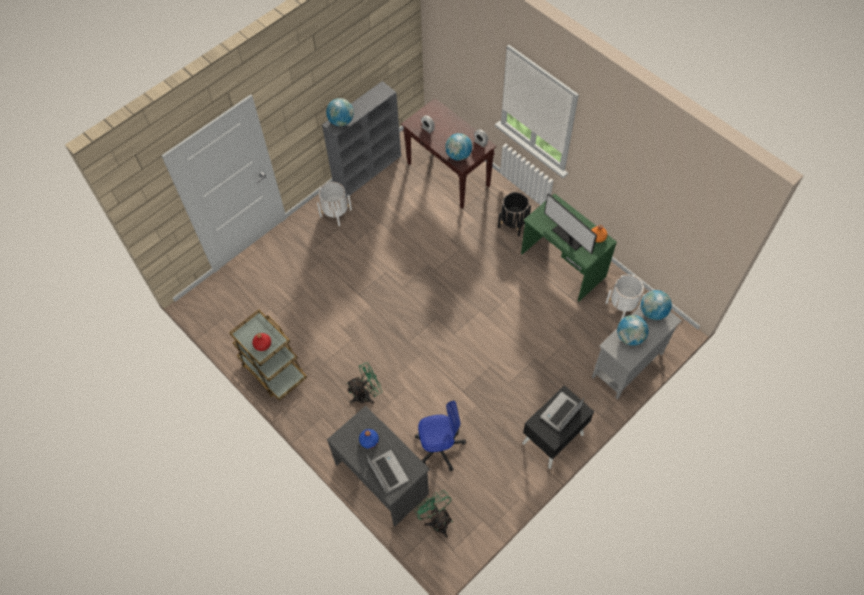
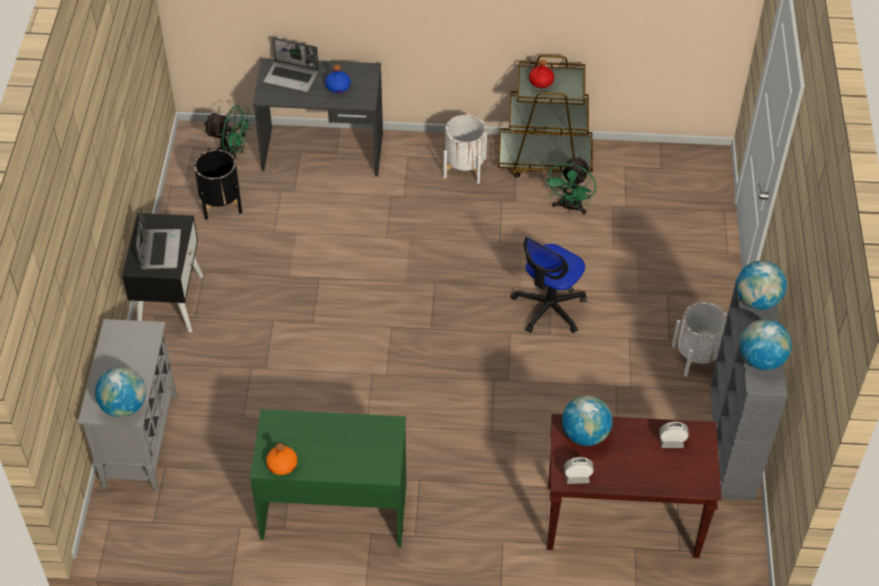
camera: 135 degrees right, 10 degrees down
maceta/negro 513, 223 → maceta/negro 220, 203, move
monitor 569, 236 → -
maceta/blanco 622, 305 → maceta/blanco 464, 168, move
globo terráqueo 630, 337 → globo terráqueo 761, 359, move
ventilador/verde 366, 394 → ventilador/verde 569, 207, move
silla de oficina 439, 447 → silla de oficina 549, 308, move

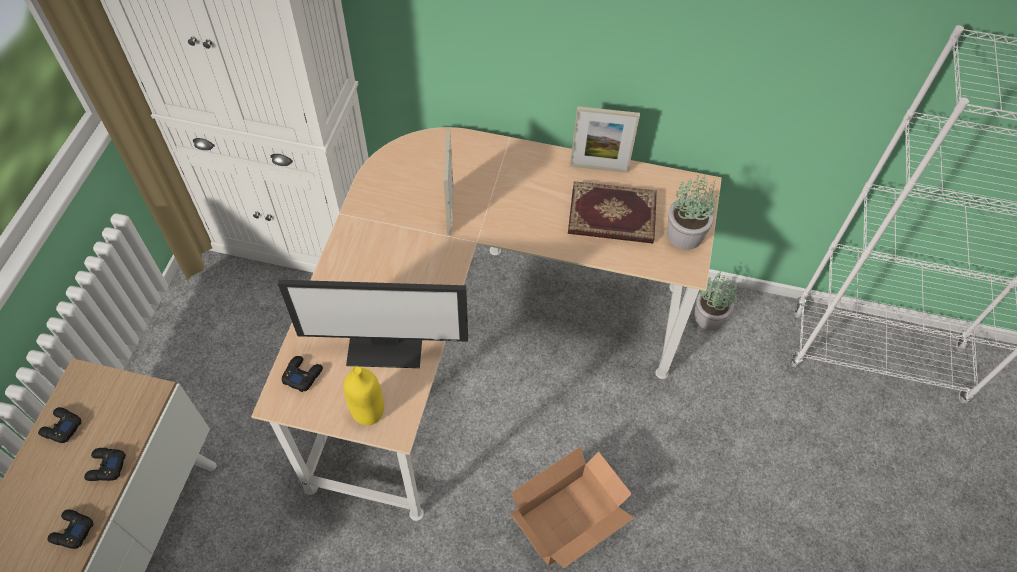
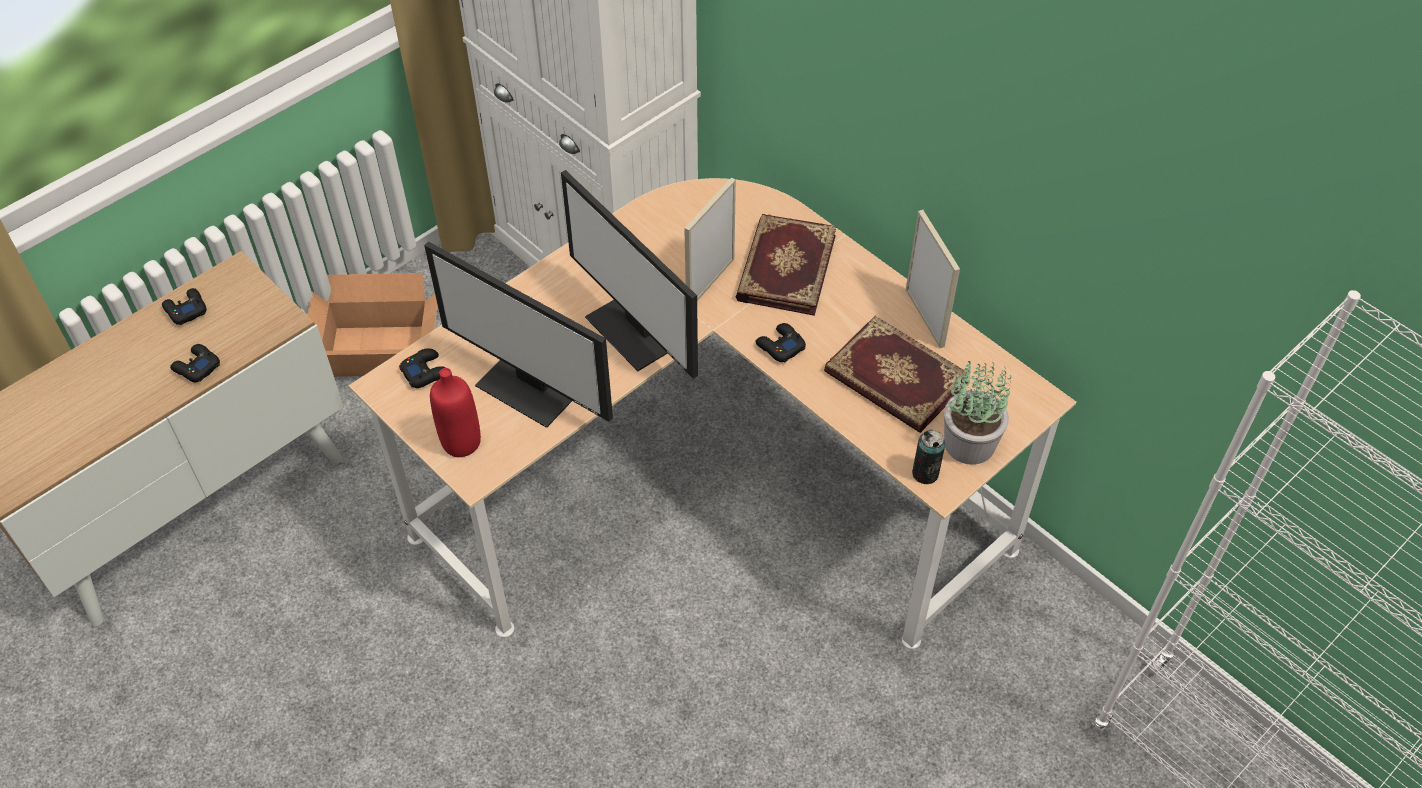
camera: 35 degrees right, 5 degrees down
portarretratos 599, 168 → portarretratos 924, 318, 150 degrees counterclockwise
planta en maceta 709, 317 → -
botella/amarillo 368, 412 → botella/rojo 461, 442
caja de cartón 569, 521 → caja de cartón 382, 354, move
mando de consola/negro 72, 531 → mando de consola/negro 780, 346, move
- → monitor 635, 331
- → libro 784, 267
- → lata 925, 473

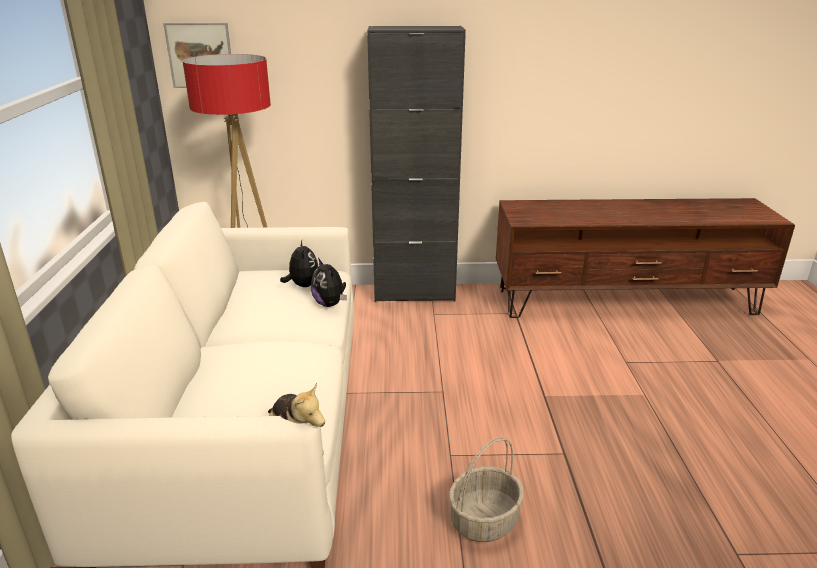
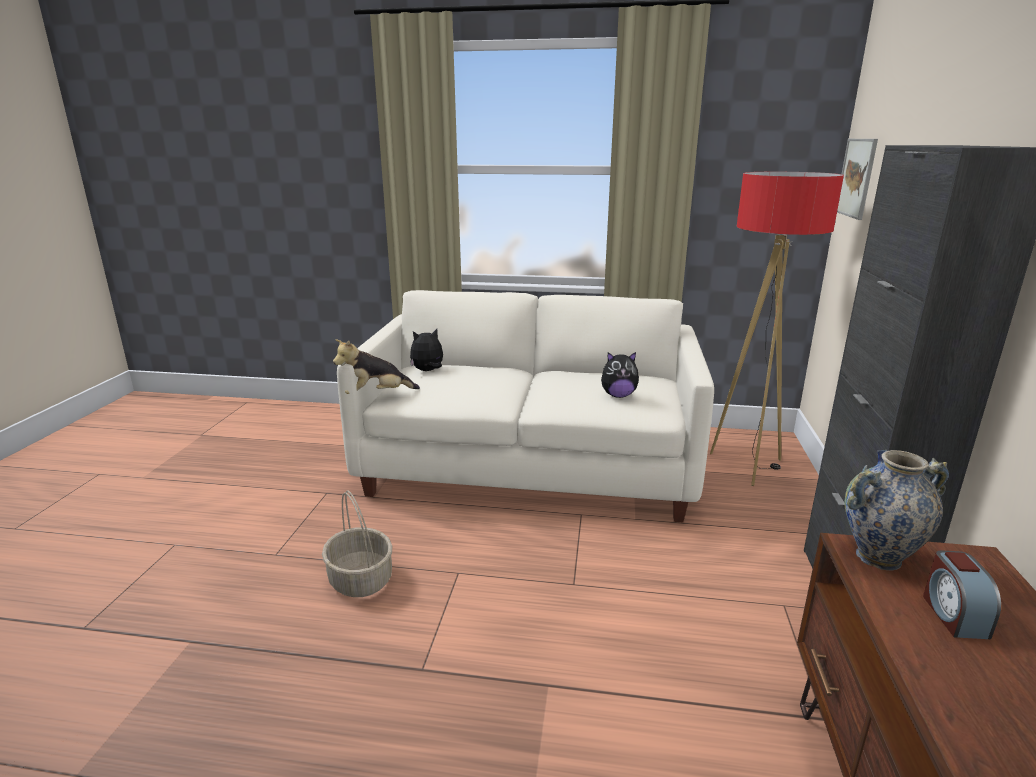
camera: 100 degrees right, 5 degrees down
peluche 330, 304 → peluche 428, 371, move
- → florero 878, 557
- → despertador 953, 615

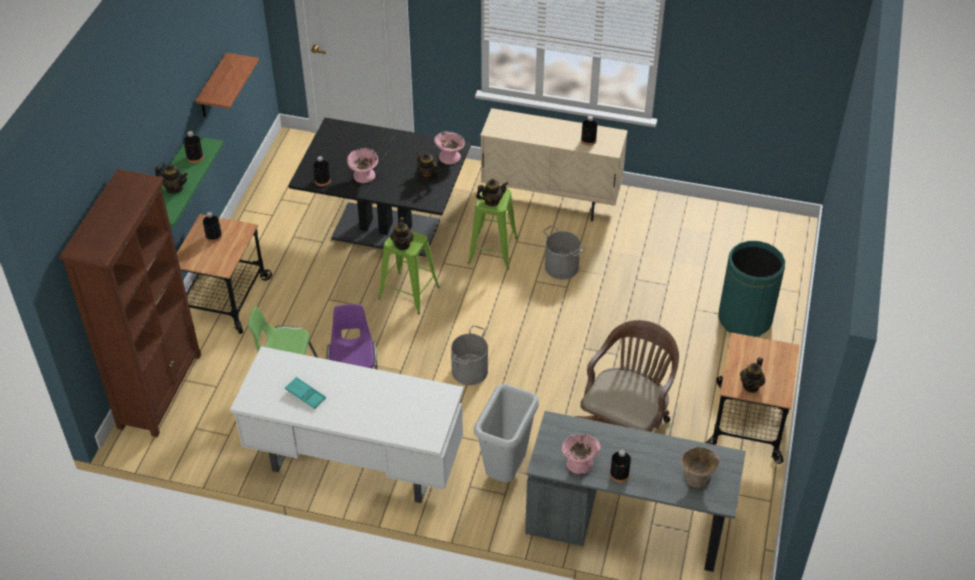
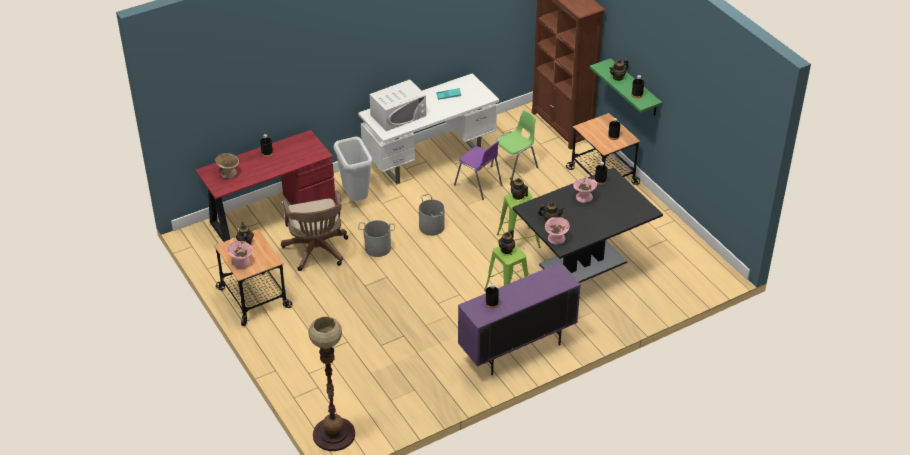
camera: 135 degrees right, 5 degrees down
estante 213, 87 → -
armario/beis 551, 201 → armario/morado 517, 350
cubo/gris 561, 267 → cubo/gris 377, 247, move
papelera/verde 744, 319 → -
escritorio/gris 628, 525 → escritorio/rojo 270, 214
cuenco/rosa 579, 463 → cuenco/rosa 241, 262, move
- → microondas/blanco 398, 115
- → lámpara de pie 333, 434

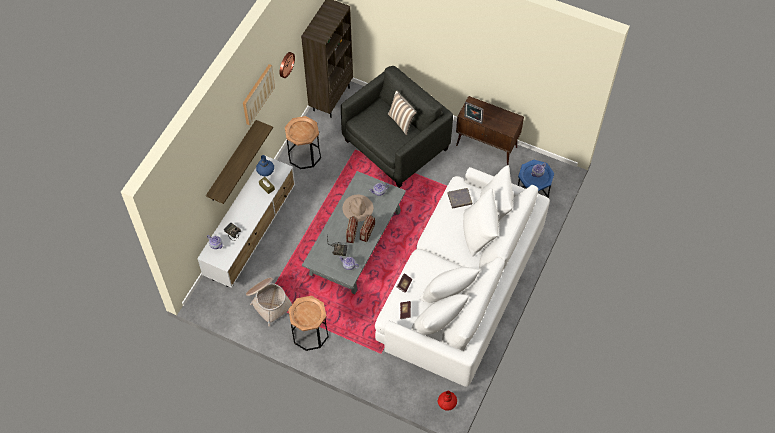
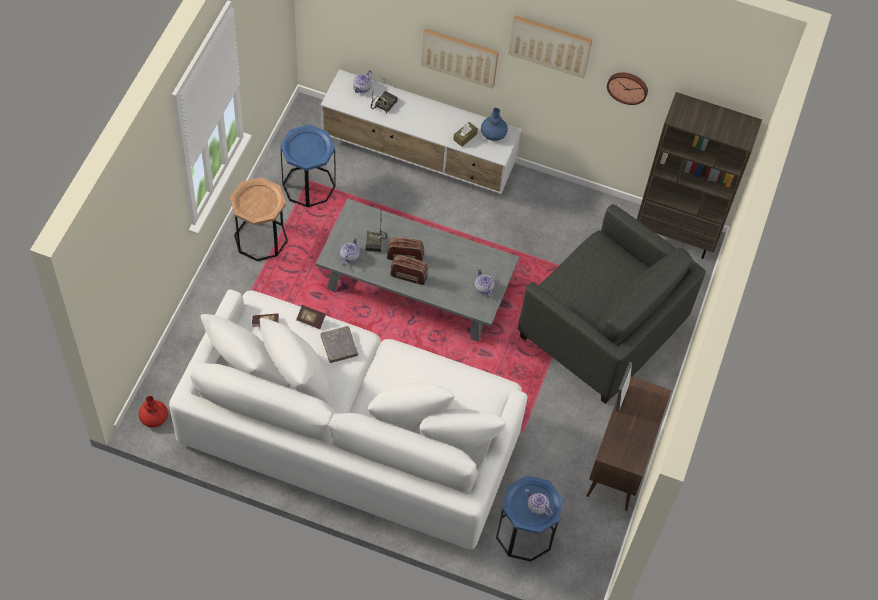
camera: 80 degrees right, 0 degrees up
cojín 401, 122 → -
mesa auxiliar/marrón 304, 155 → -
estante 232, 162 → cuadro 460, 57
libro/gris 459, 199 → libro/gris 339, 346, move
sombrero/beis 358, 208 → -
cesta 269, 302 → mesa auxiliar/azul 309, 186

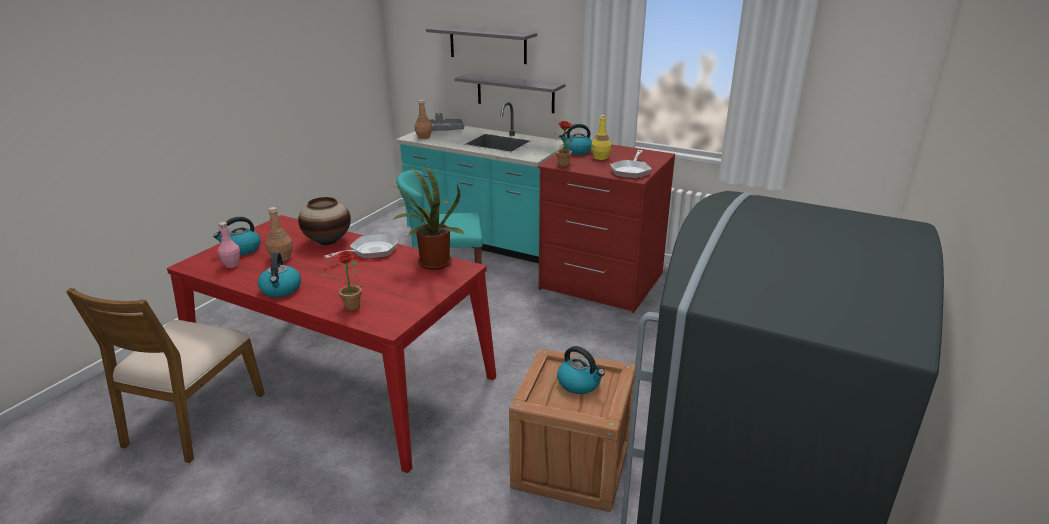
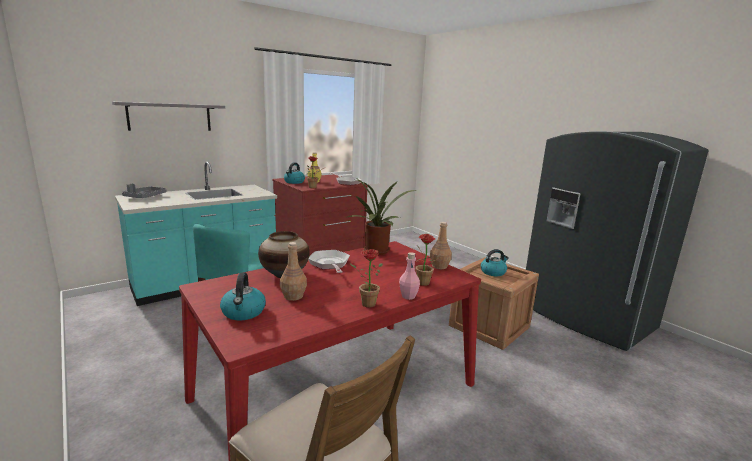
camera: 65 degrees left, 10 degrees down
estante/gris 515, 93 → -
botella/marrón 423, 137 → botella/marrón 439, 266, move
botella/rosa 231, 265 → botella/rosa 408, 296, move
hervidor 281, 289 → planta en maceta 365, 304

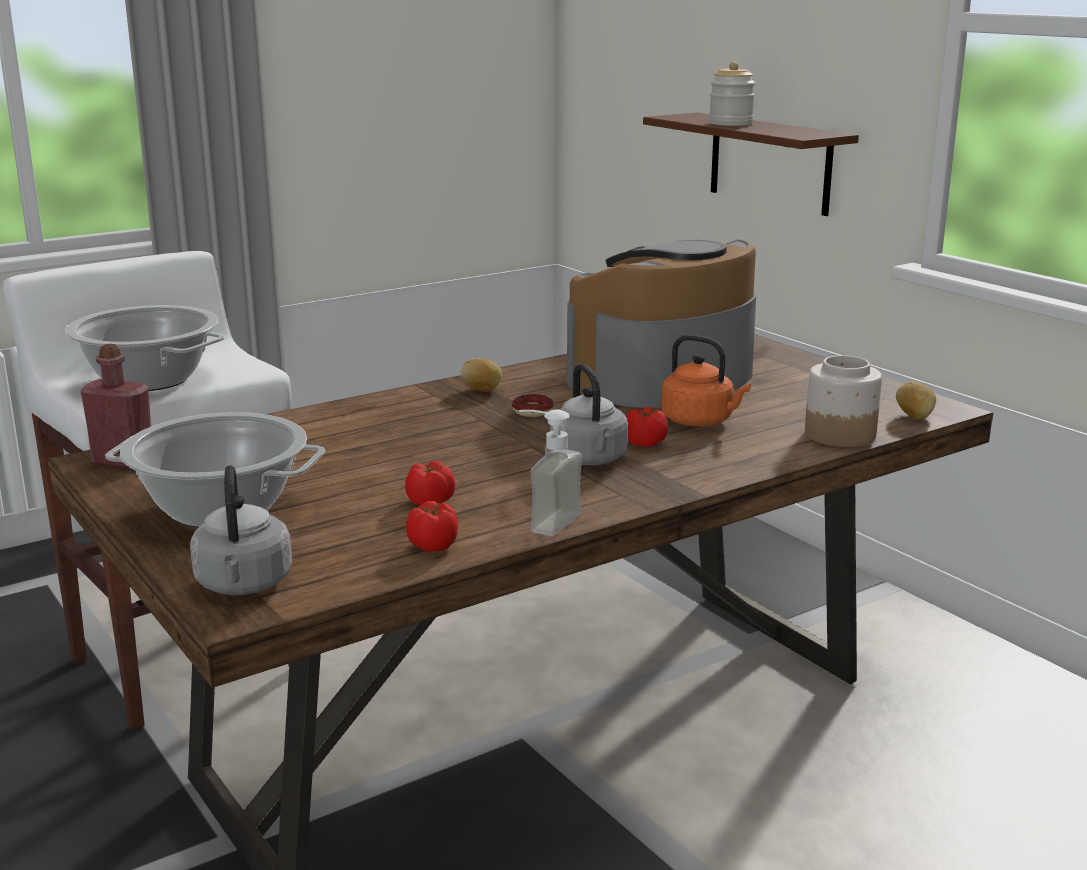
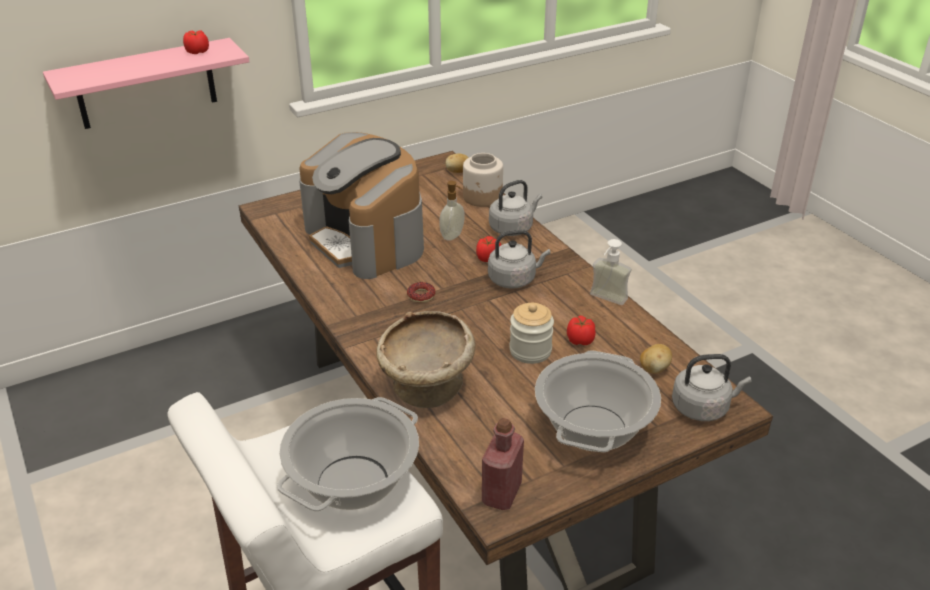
camera: 85 degrees left, 15 degrees up
tarro 730, 123 → tarro 530, 351, move
estante/marrón 770, 163 → estante/rosa 146, 84
hervidor/naranja 700, 421 → dispensador de jabón 453, 236
patata 481, 390 → patata 654, 369, move
tomate 434, 545 → tomate 197, 52, move
- → hervidor/gris 513, 228
- → cuenco/beis 427, 389

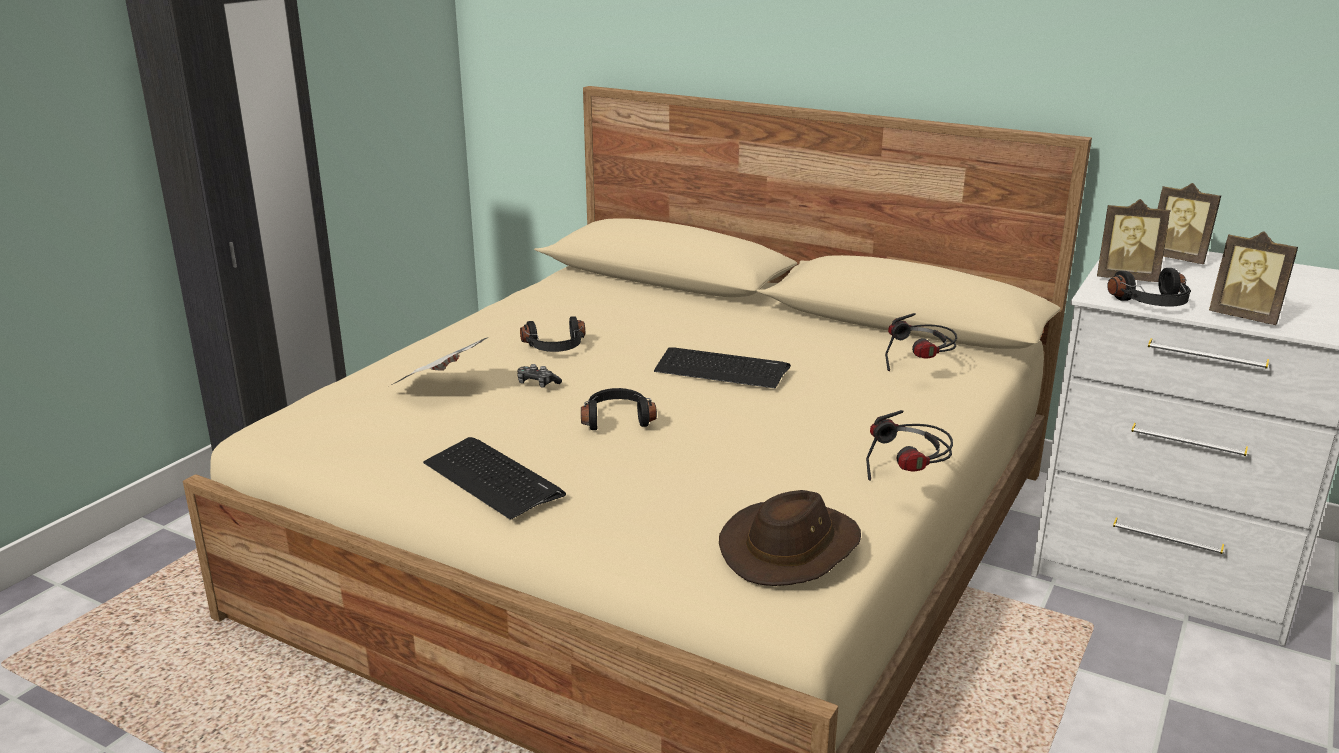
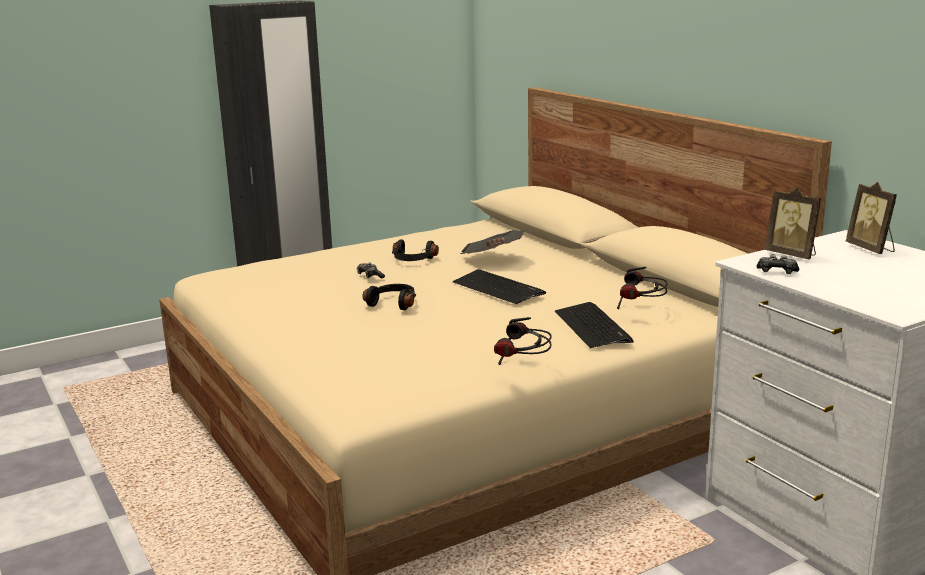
camera: 30 degrees right, 5 degrees down
portarretratos 1245, 317 → -
auriculares/negro 1153, 303 → mando de consola 777, 272
periódico 439, 387 → periódico 492, 259, move
teclado 493, 479 → teclado 593, 327, move
sombrero/marrón 791, 548 → -

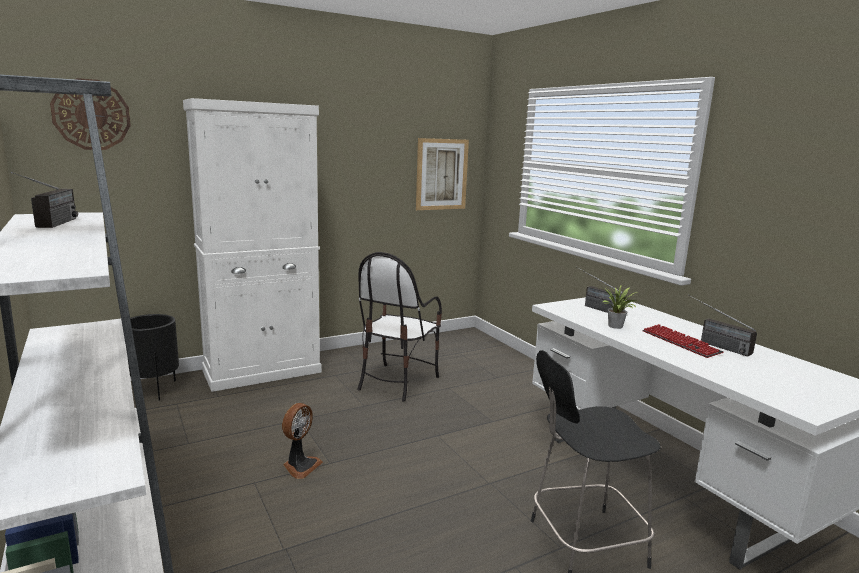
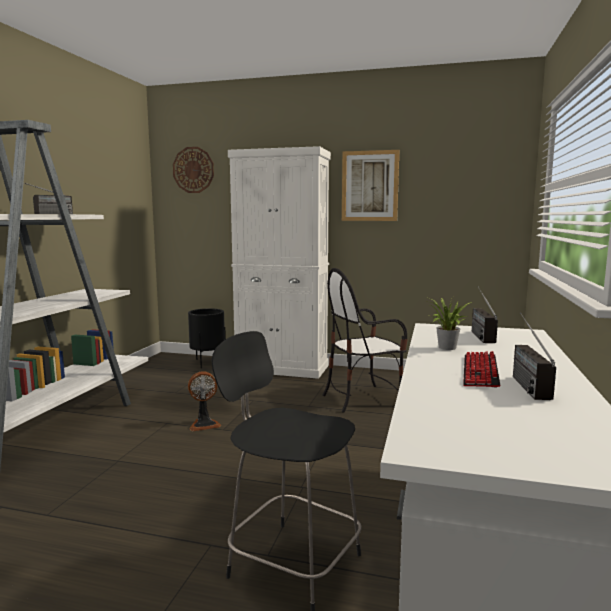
camera: 45 degrees right, 5 degrees down
cuadro 441, 174 → cuadro 370, 186, move

